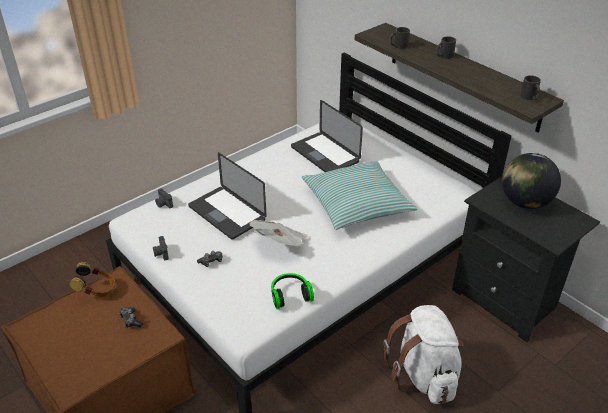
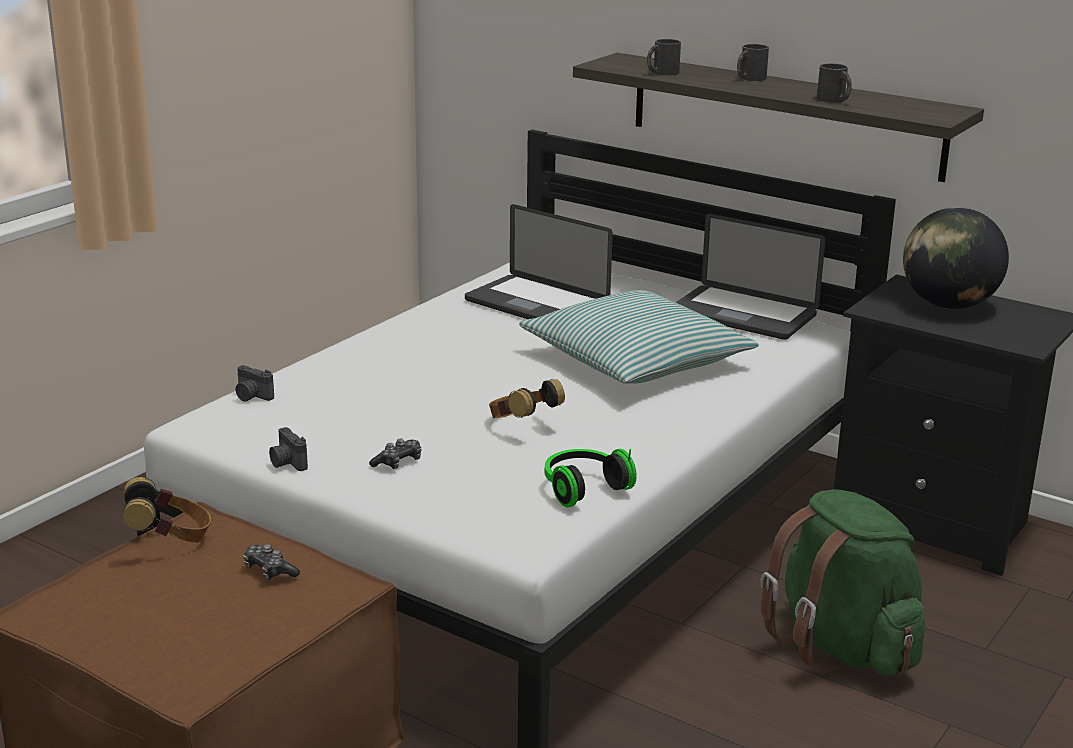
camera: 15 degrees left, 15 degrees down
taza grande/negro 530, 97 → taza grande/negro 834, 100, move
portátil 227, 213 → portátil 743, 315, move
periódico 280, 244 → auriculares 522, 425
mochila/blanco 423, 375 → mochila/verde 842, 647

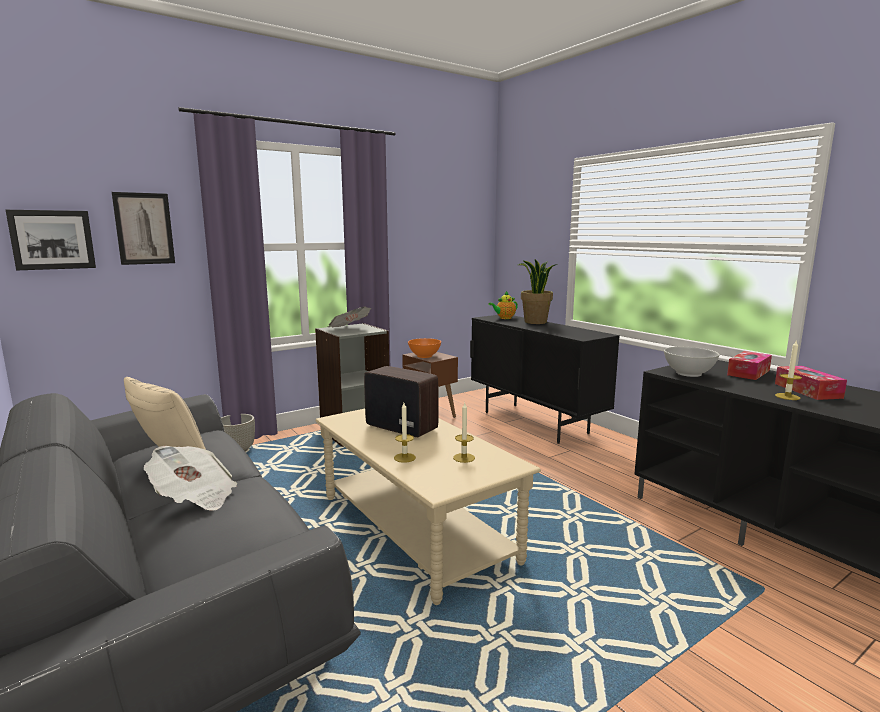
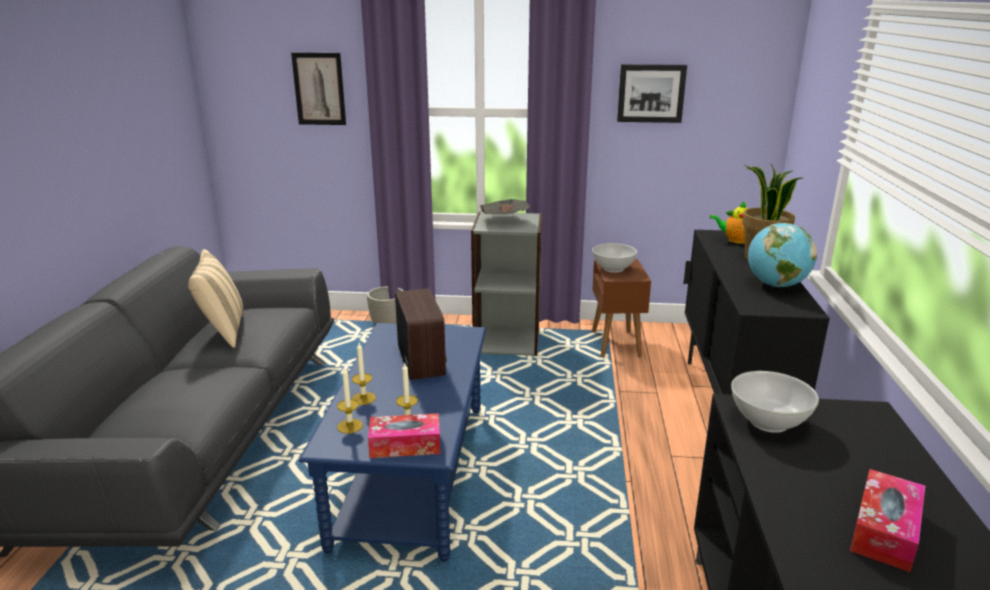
camera: 40 degrees right, 10 degrees up
cuadro 52, 239 → cuadro 651, 93, move
cuenco/naranja 424, 356 → cuenco/blanco 613, 269
vela 787, 396 → vela 350, 426, move
caja de pañuelos 748, 373 → caja de pañuelos 405, 445, move
mesa de centro/beis 415, 528 → mesa de centro/azul 412, 472
periódico 194, 497 → -
- → globo terráqueo 776, 285

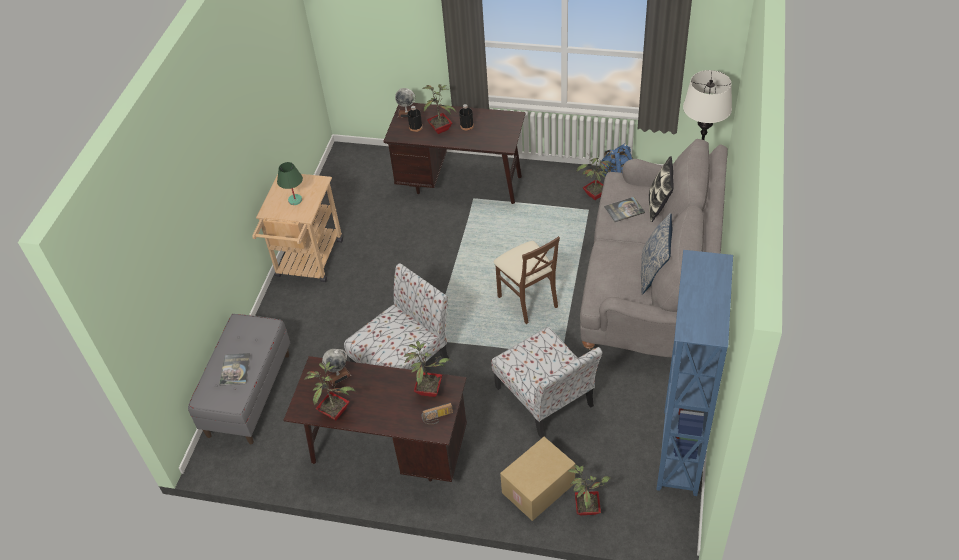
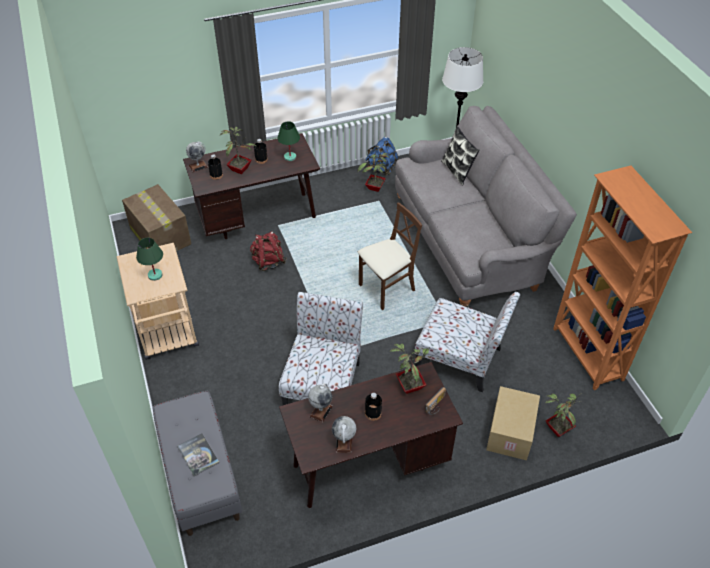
camera: 35 degrees left, 0 degrees up
libro 624, 210 → -
cojín 654, 272 → -
silla/marrón 528, 300 → silla/marrón 387, 289, 60 degrees counterclockwise
estantería/azul 679, 452 → estantería/naranja 587, 355
planta en maceta 335, 411 → globo terráqueo 344, 443
- → lámpara de mesa/verde 289, 157
- → caja de cartón 160, 236
- → mochila/rojo 268, 262
- → botella/negro 373, 413

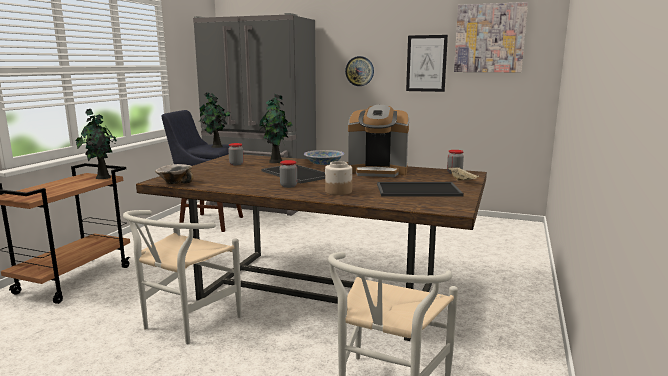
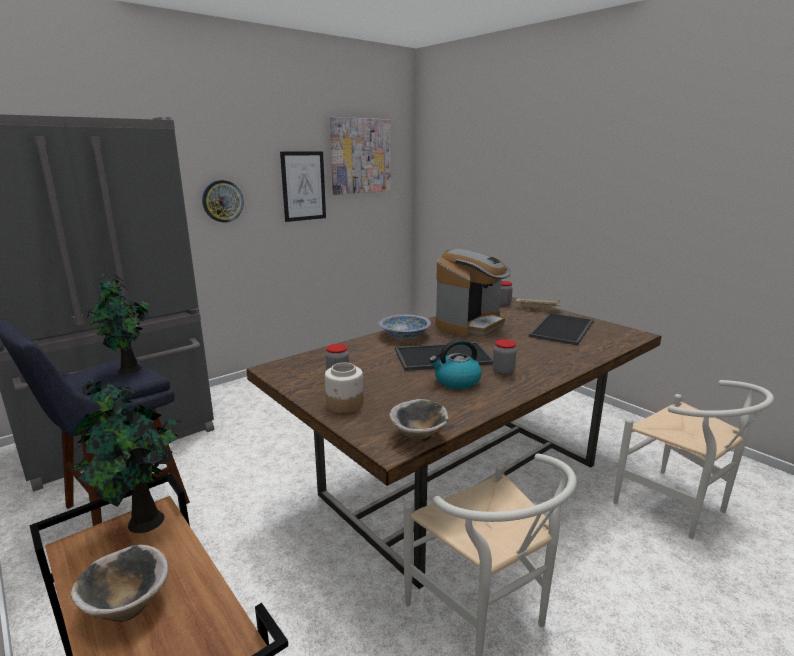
camera: 60 degrees left, 5 degrees up
planta en maceta 276, 161 → -
tarro 338, 191 → tarro 345, 404, move
- → hervidor 456, 381
- → cuenco 127, 605

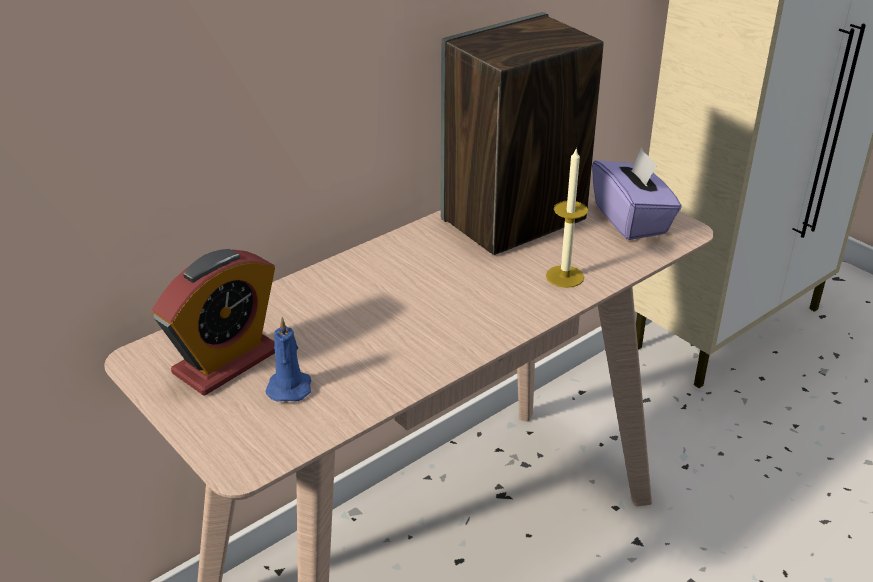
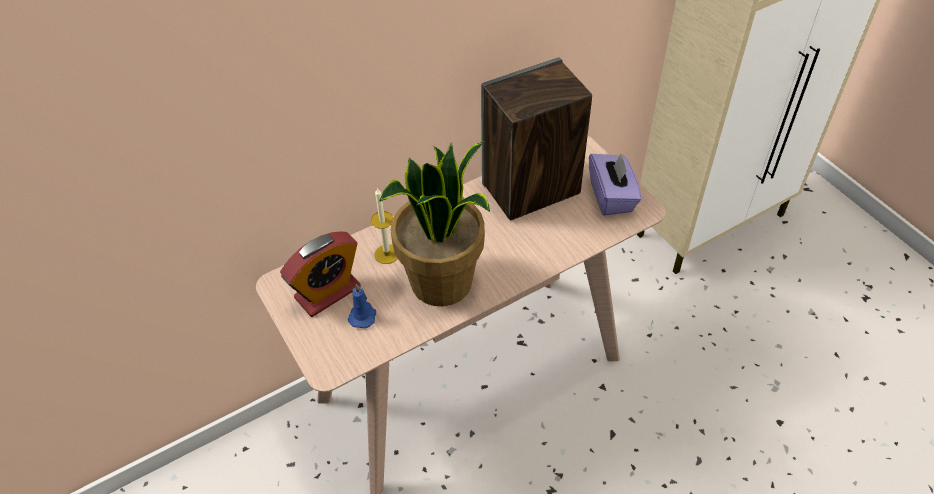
camera: 10 degrees right, 15 degrees up
vela 564, 276 → vela 387, 254, move
- → planta en maceta 442, 283

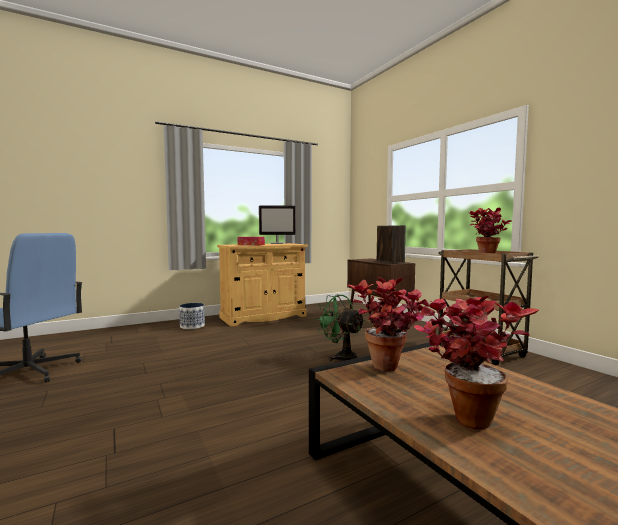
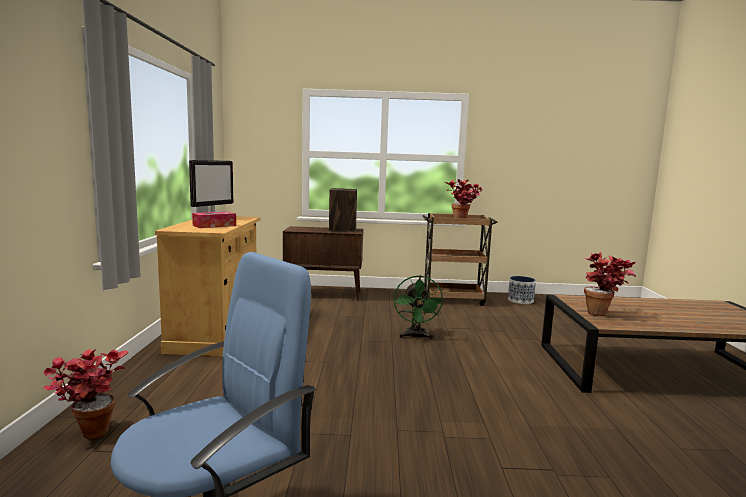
camera: 60 degrees left, 5 degrees up
ventilador/verde 341, 357 → ventilador/verde 415, 337, 75 degrees counterclockwise
planta en maceta 463, 414 → planta en maceta 88, 431, move
maceta 192, 326 → maceta 520, 300, move

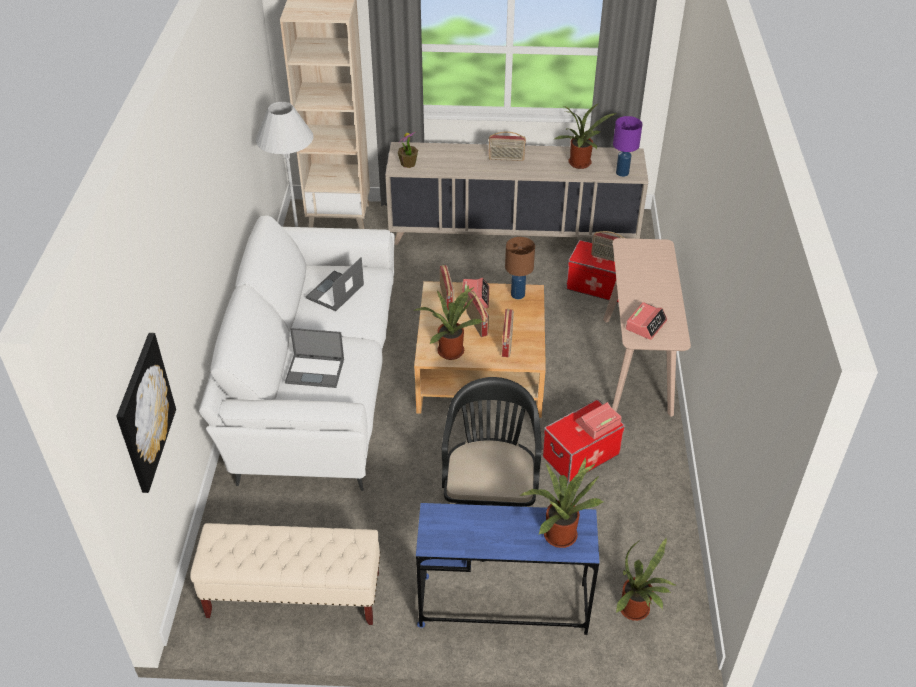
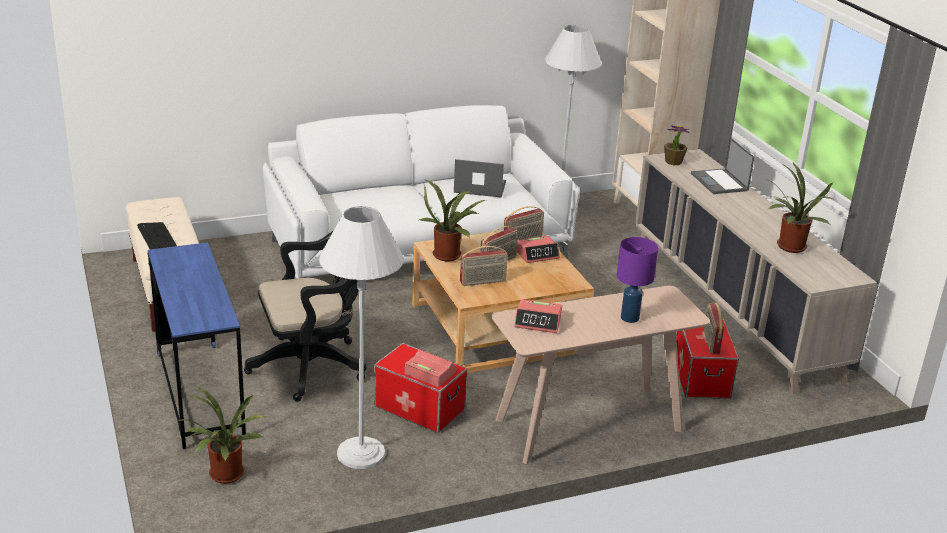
camera: 65 degrees right, 15 degrees down
lámpara de mesa/morado 622, 172 → lámpara de mesa/morado 630, 318, move
radio 506, 158 → -
lámpara de mesa/marrón 518, 295 → -
portátil 315, 371 → portátil 720, 182, move
cuadro 144, 412 → -
planta en maceta 559, 532 → -
- → lámpara de pie/blanco 361, 453
- → teclado 157, 238

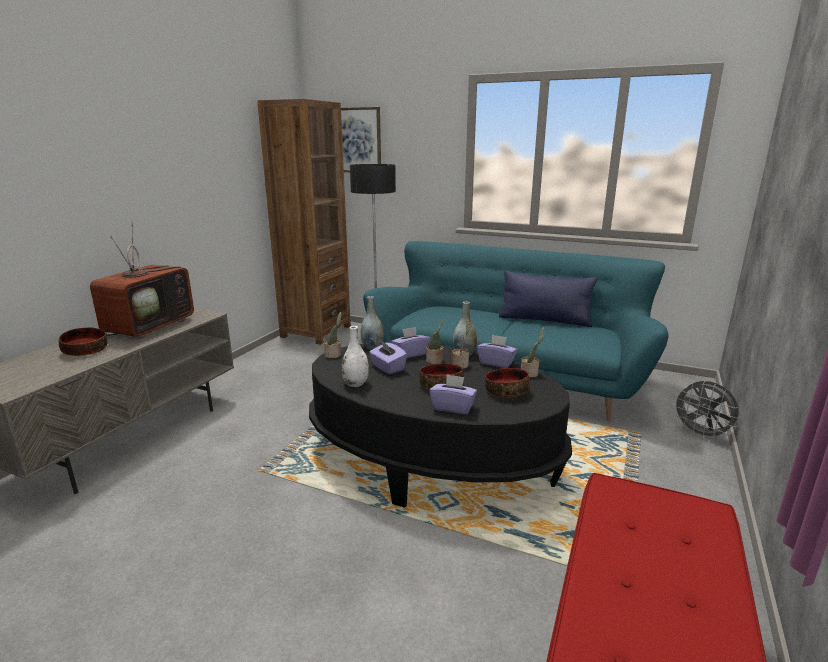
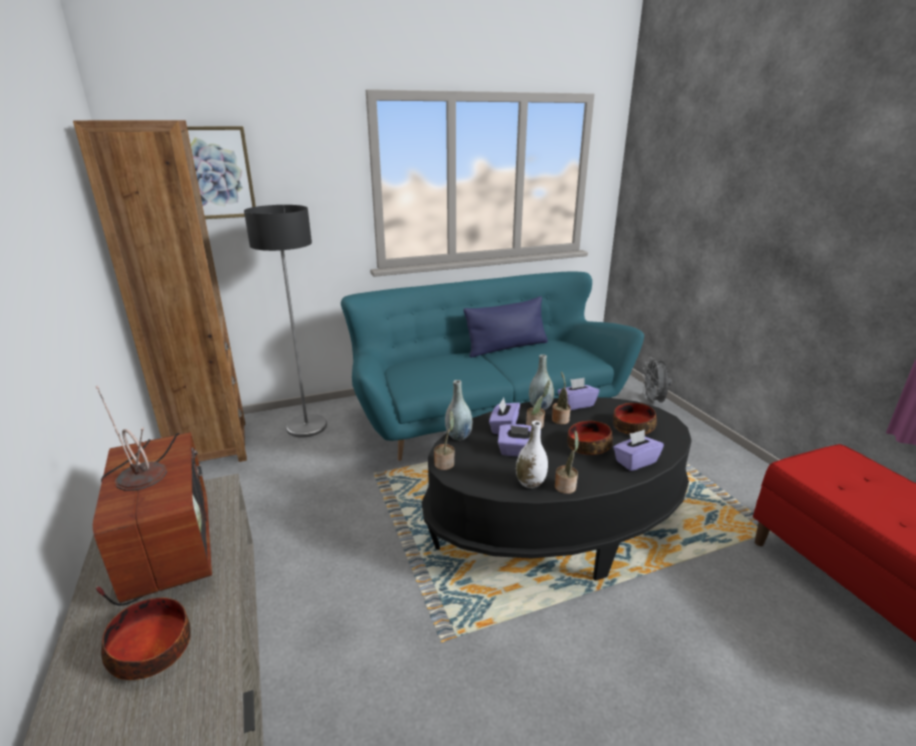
camera: 45 degrees left, 5 degrees up
planta en maceta 530, 373 → planta en maceta 566, 486, move
ventilador/gris 701, 434 → ventilador/gris 652, 402, 90 degrees clockwise

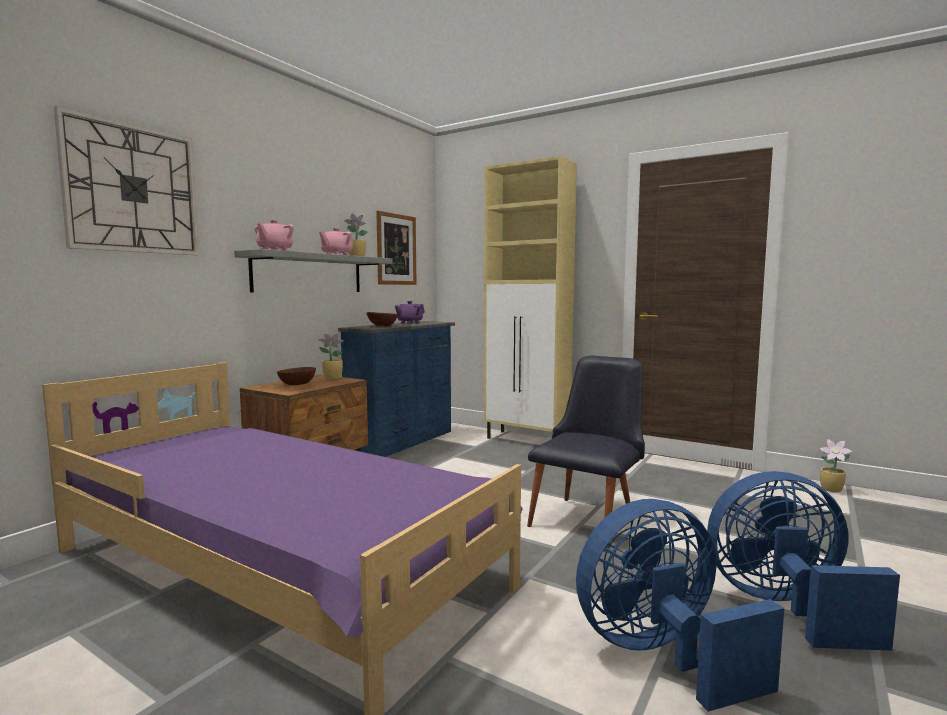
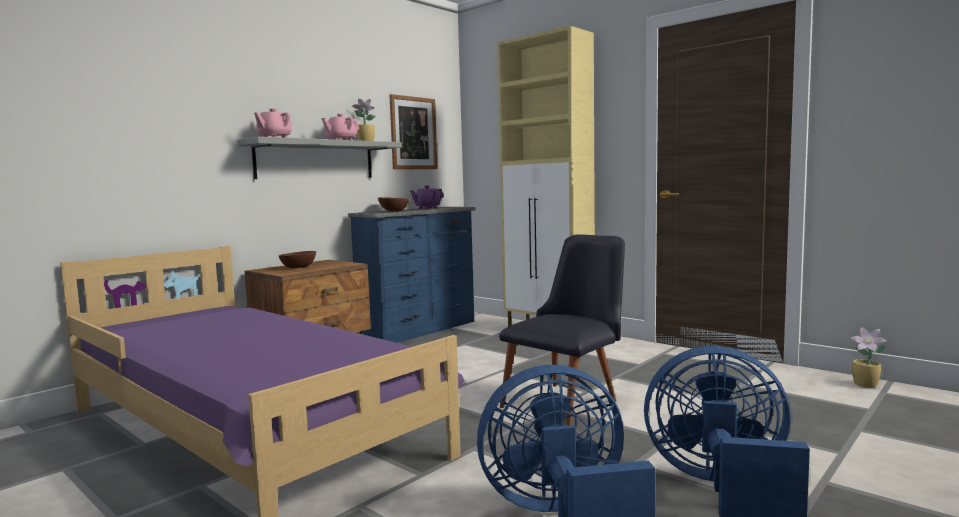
camera: 10 degrees right, 0 degrees up
reloj de pared 132, 189 → -
planta en maceta 332, 378 → -

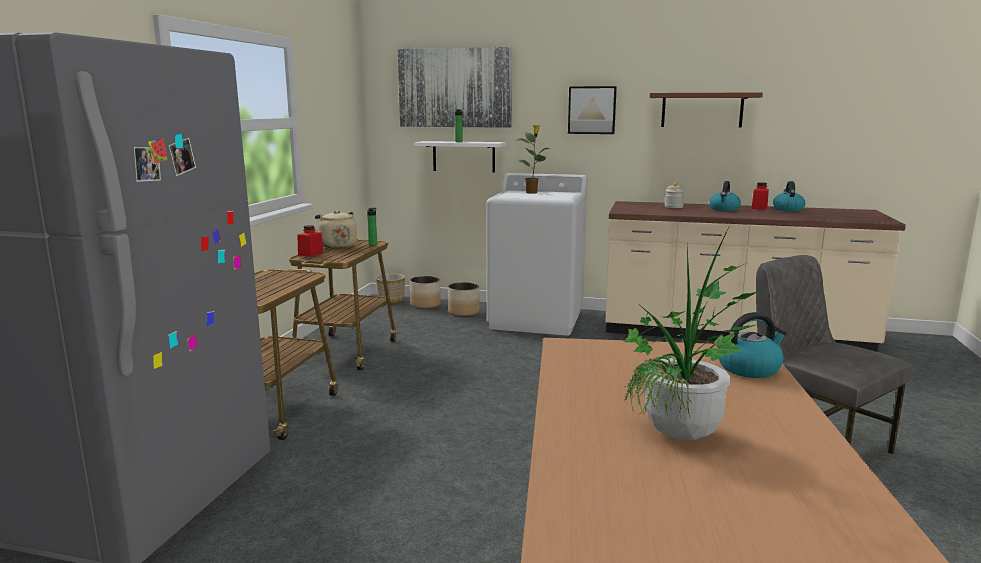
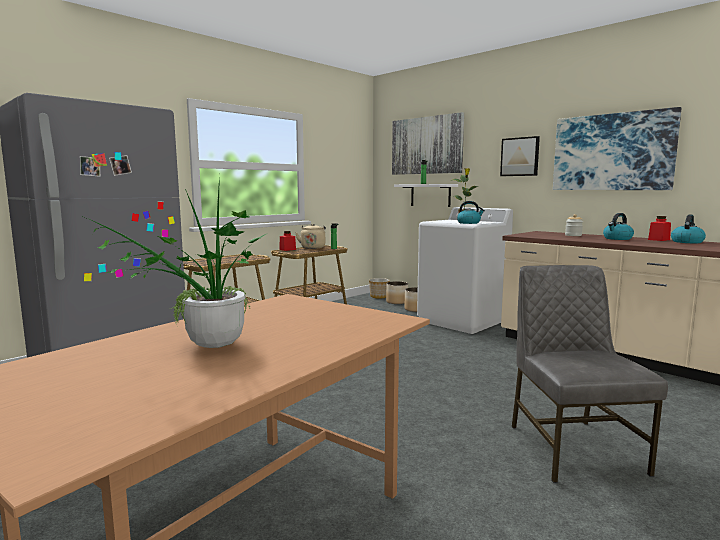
camera: 30 degrees right, 5 degrees down
estante/marrón 702, 110 → cuadro 612, 152
hervidor 749, 368 → hervidor 469, 223, move

